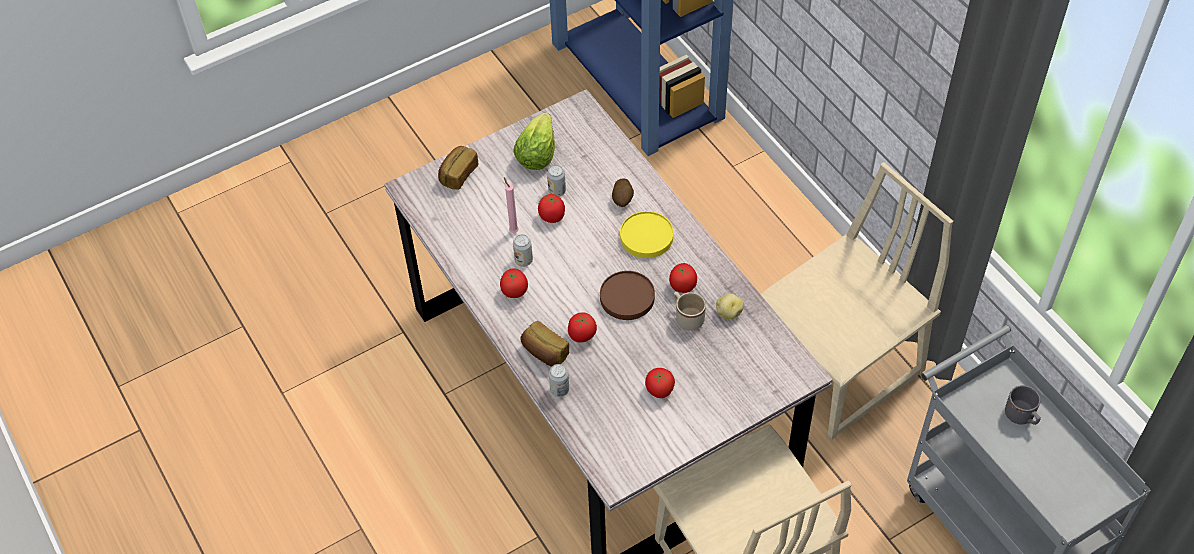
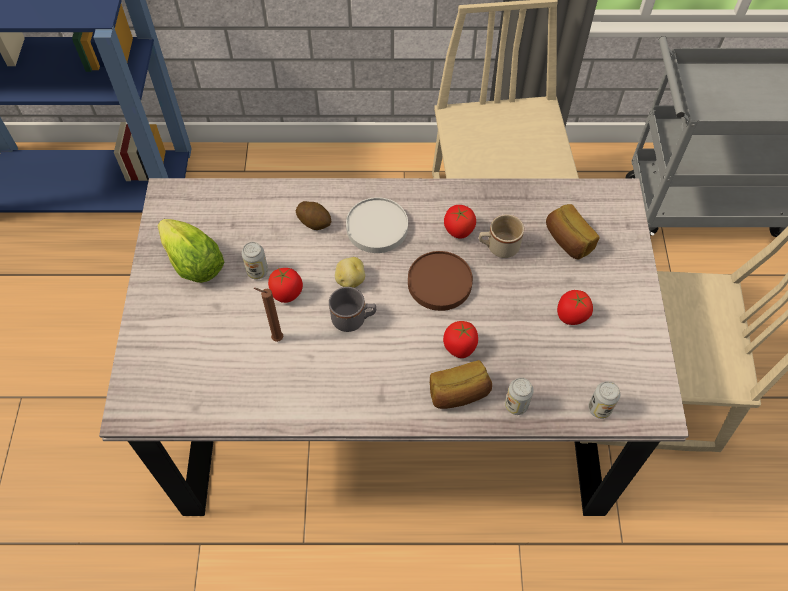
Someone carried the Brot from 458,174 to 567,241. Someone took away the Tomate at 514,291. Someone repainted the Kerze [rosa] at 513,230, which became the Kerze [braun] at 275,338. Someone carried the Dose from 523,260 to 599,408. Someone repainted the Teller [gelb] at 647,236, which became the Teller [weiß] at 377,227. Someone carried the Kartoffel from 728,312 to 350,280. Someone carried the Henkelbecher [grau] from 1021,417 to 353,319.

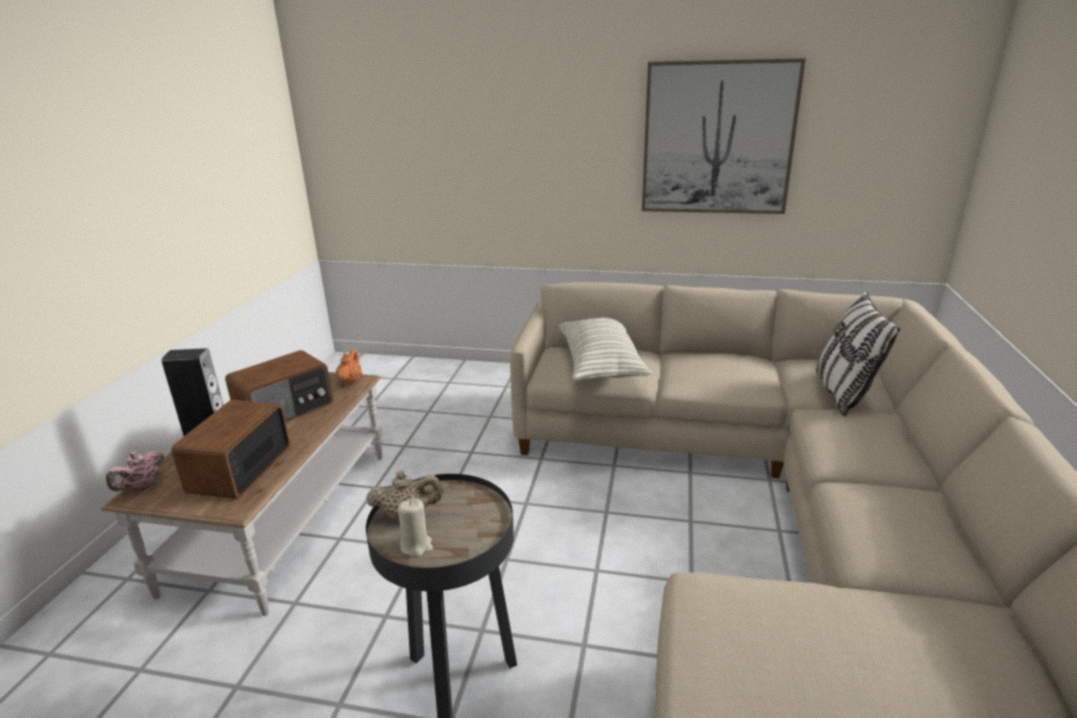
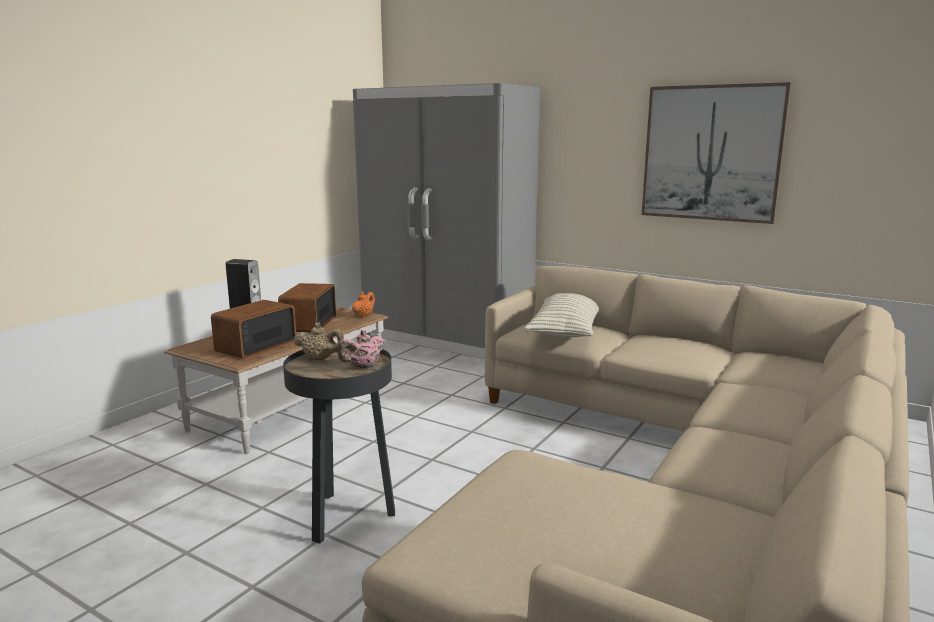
Someone carried the Teekanne [rosa] from 142,487 to 363,367. Someone rotated the Radio at 286,410 by 120 degrees clockwise. Someone took away the Kerze [beige] at 416,545. Someone took away the Kissen at 842,394. Someone put down the Schrank [grau] at 446,345.

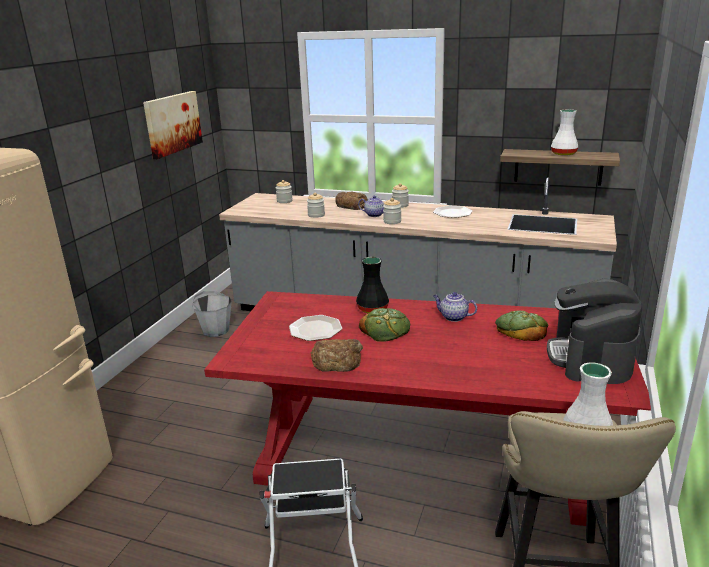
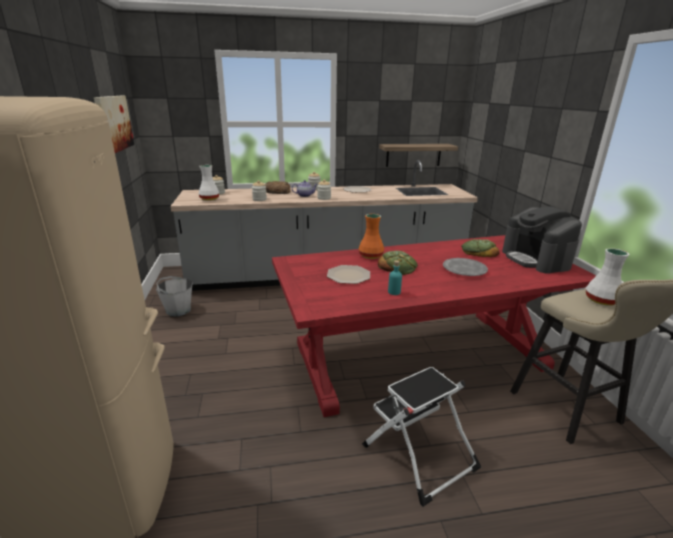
Someone swapped the Brot at 337,360 for the Flasche [türkis] at 394,292. Someone repainted the Vase [schwarz] at 373,309, which became the Vase [orange] at 371,256. Someone took away the Teekanne at 453,317. Someone carried the Vase [weiß] from 564,154 to 210,199. Someone put down the Teller [grau] at 464,269.

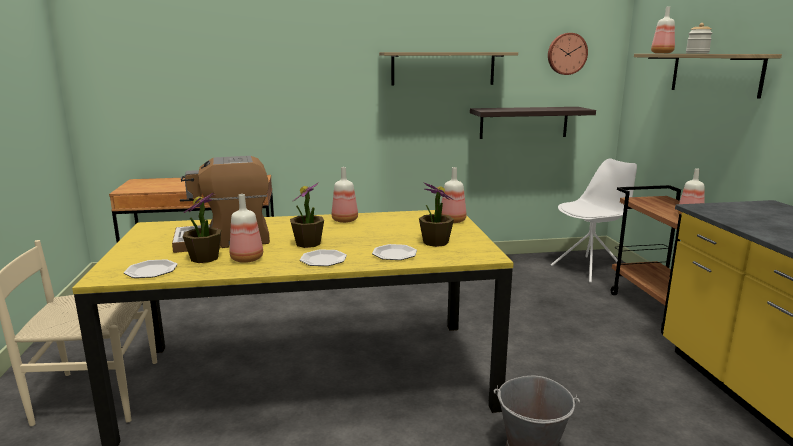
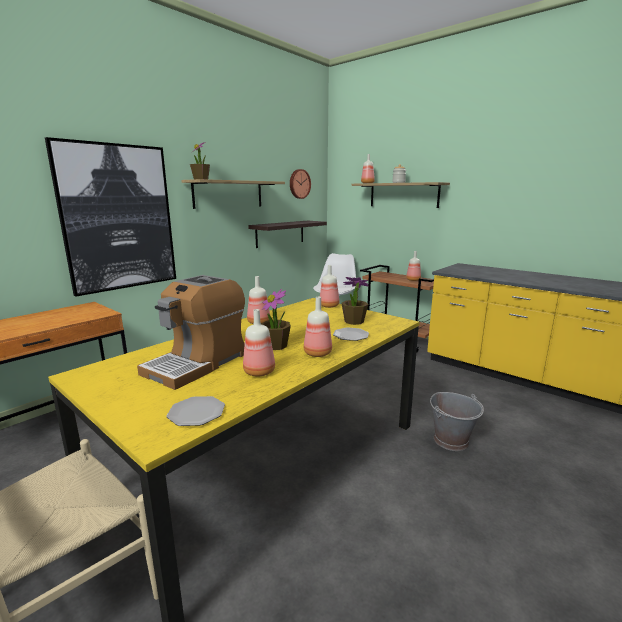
Someone carried the Topfpflanze from 205,258 to 201,179. Someone swapped the Teller at 323,260 for the Flasche at 317,354. Someone put up the Bild at 118,218.

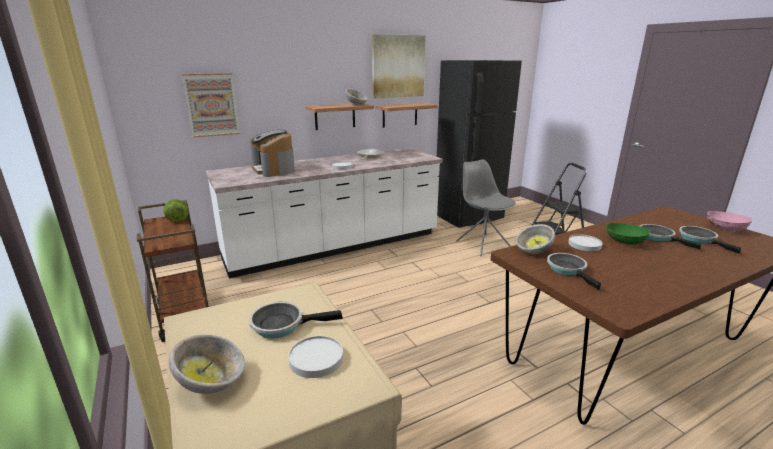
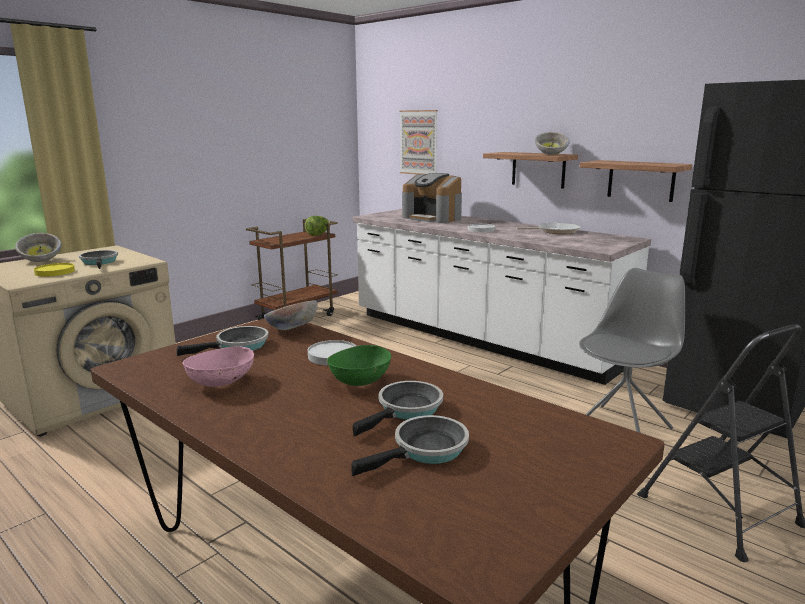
Someone rotated the Kaffeemaschine at 274,169 by 90 degrees counterclockwise. Someone repainted the Teller [weiß] at 316,359, which became the Teller [gelb] at 55,272. Someone took away the Bild at 398,66. Someone carried the Schüssel [rosa] from 724,229 to 221,382.

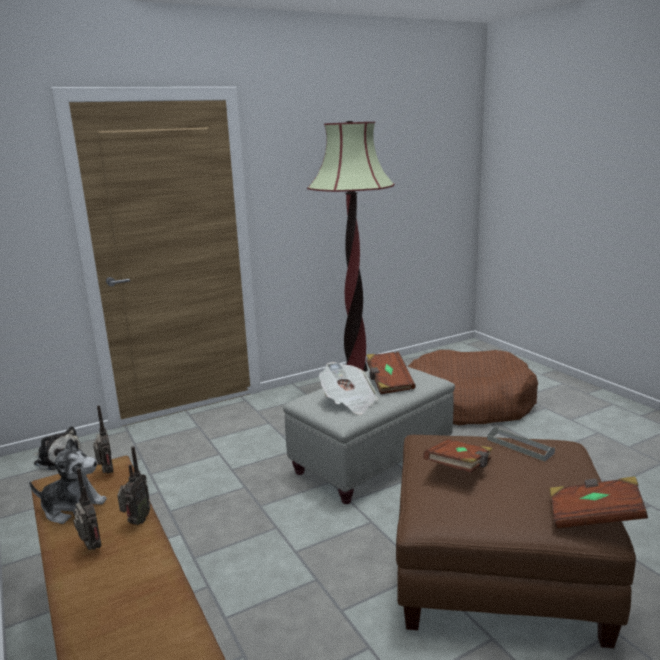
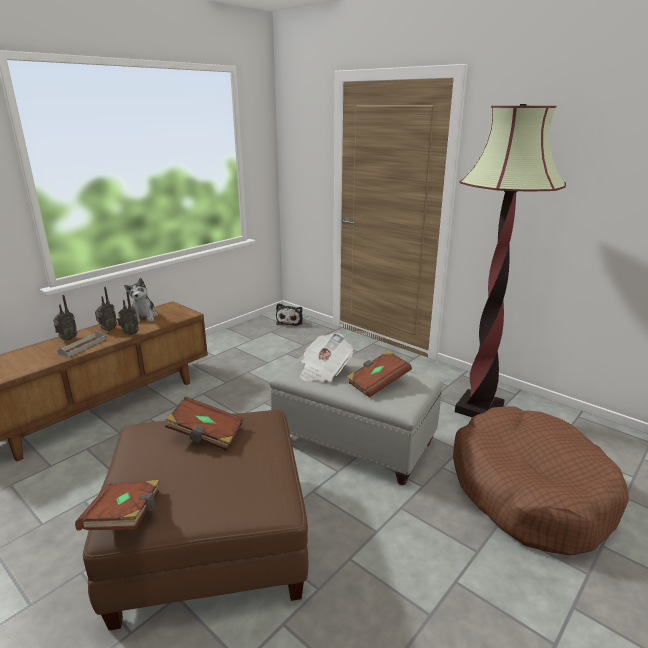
Someone carried the Radio from 106,473 to 67,339. Someone carried the Tablett [grau] from 520,446 to 82,346.

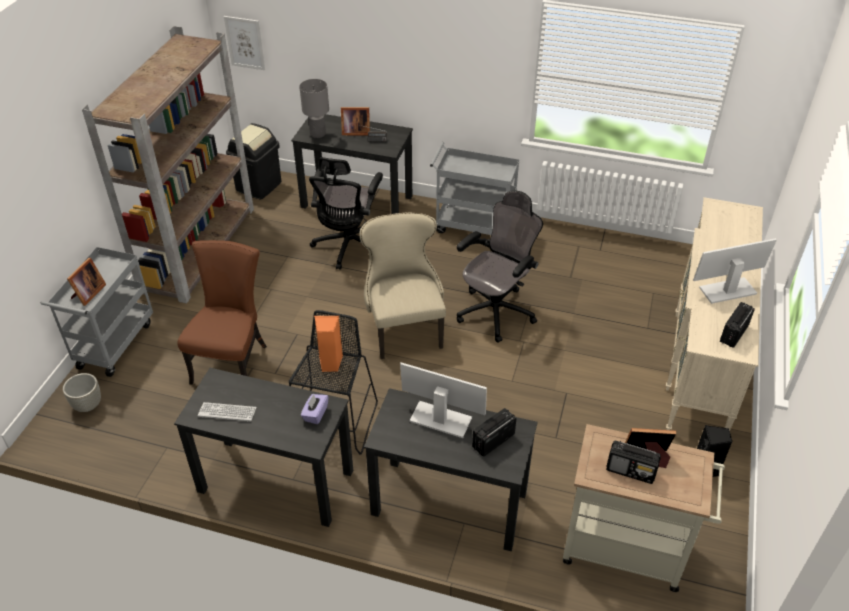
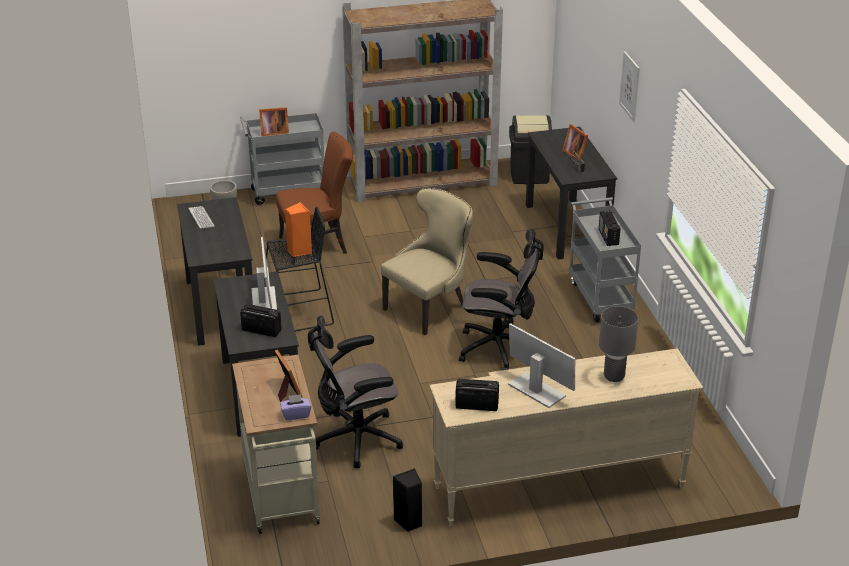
Someone carried the Bild from 245,43 to 629,86. Someone carried the Tischlampe [grau] from 318,135 to 613,377. Someone carried the Taschentuchbox [lila] from 315,414 to 296,414. Someone carried the Bürostuhl from 349,246 to 357,440. Someone carried the Radio from 631,471 to 608,237.

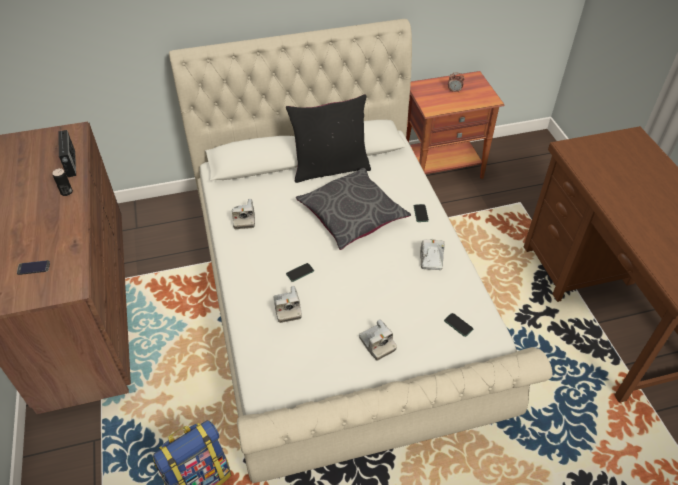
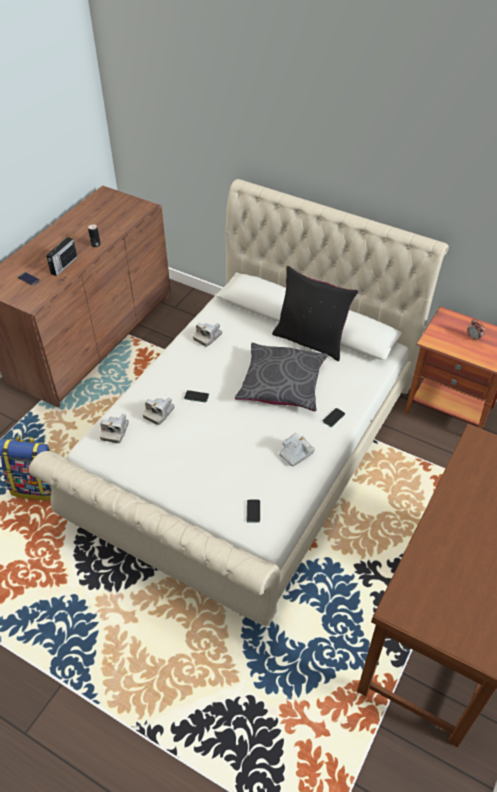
Someone carried the Radio from 71,164 to 63,266. Someone carried the Kamera from 377,344 to 115,431.

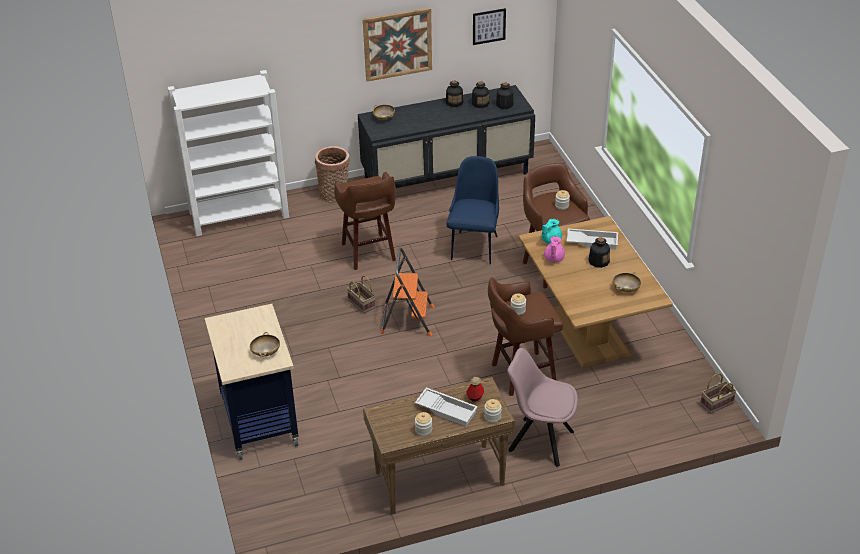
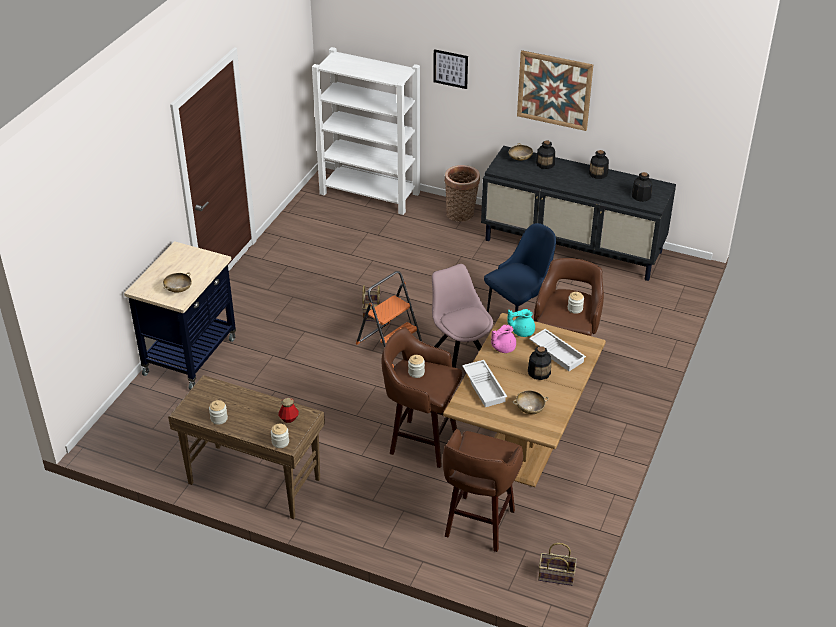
Someone carried the Hocker [braun] from 369,254 to 478,526. Someone carried the Tablett [weiß] from 447,409 to 485,386. Someone carried the Flasche from 480,103 to 545,164. Someone carried the Bild from 489,26 to 450,68. Someone carried the Stuhl [rosa] from 540,441 to 459,360.

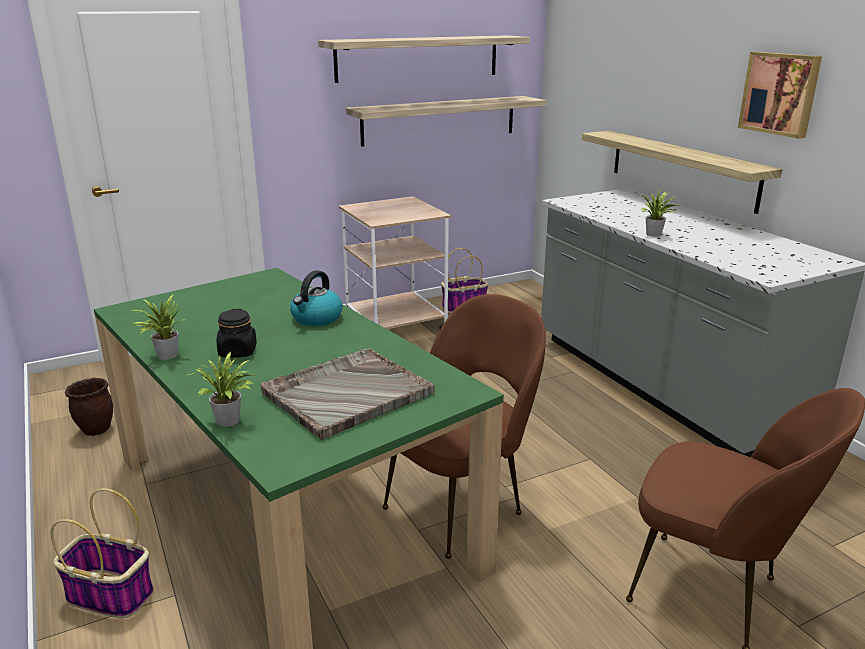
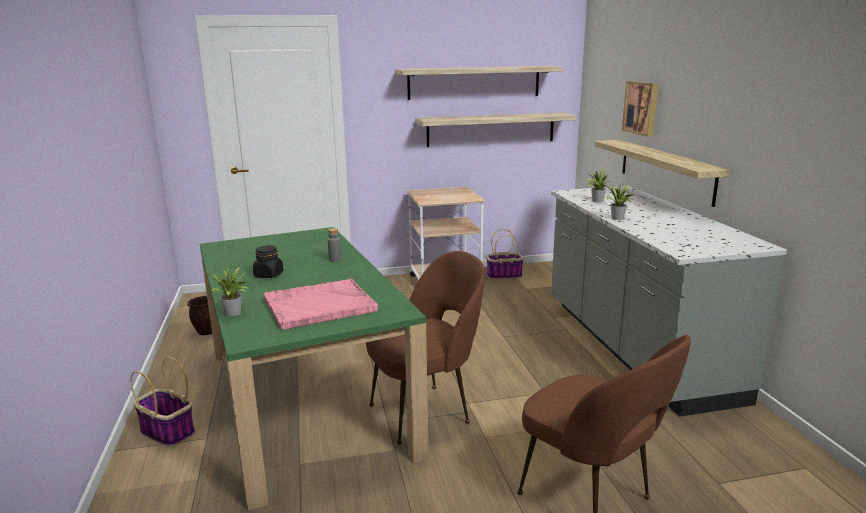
Someone carried the Topfpflanze from 165,355 to 596,201. Someone repainted the Tablett [grau] at 346,394, which became the Tablett [rosa] at 318,305. Someone swapped the Wasserkessel at 316,318 for the Flasche [grau] at 335,260. Someone carried the Bild from 780,93 to 642,108.

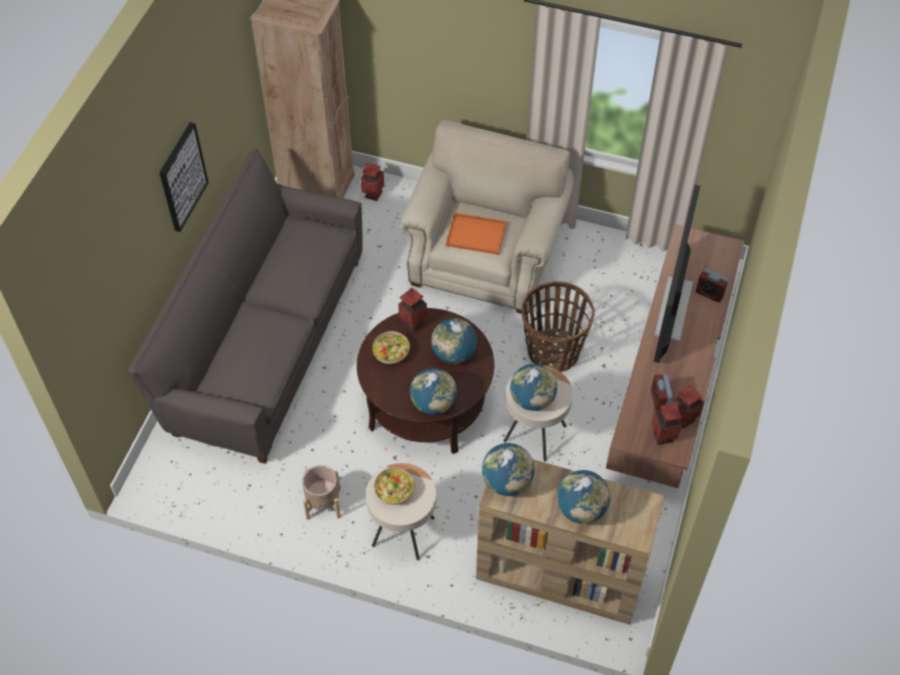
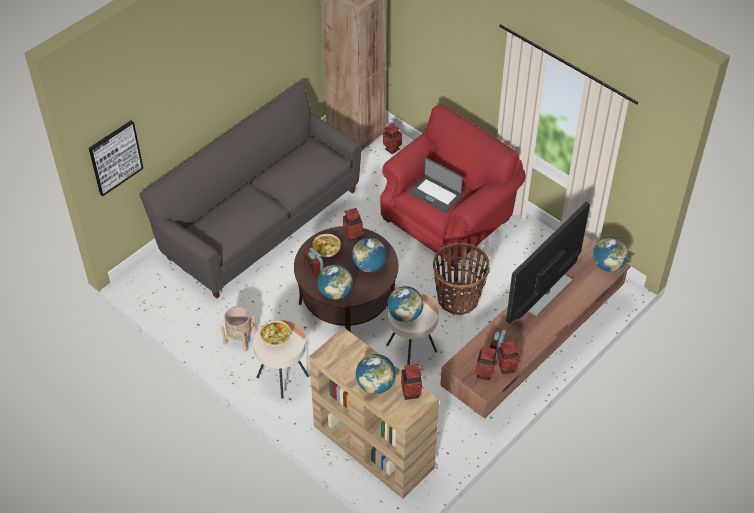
Someone carried the Bild from 182,177 to 115,157. Someone repainted the Sessel [beige] at 486,254, which became the Sessel [rot] at 449,216. Someone swapped the Tablett [orange] at 477,234 for the Laptop at 435,194. Someone carried the Globus from 507,482 to 608,265. Someone carried the Wecker from 709,293 to 313,269. Someone put down the Vase at 410,393.

